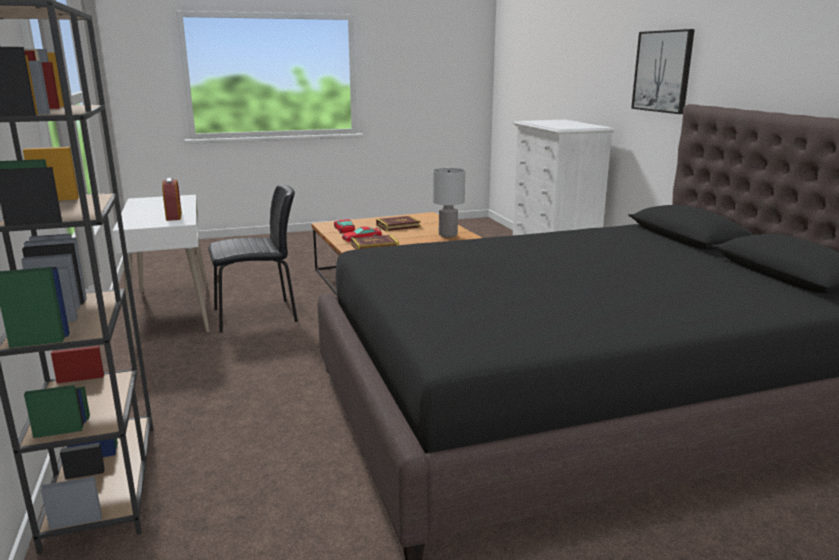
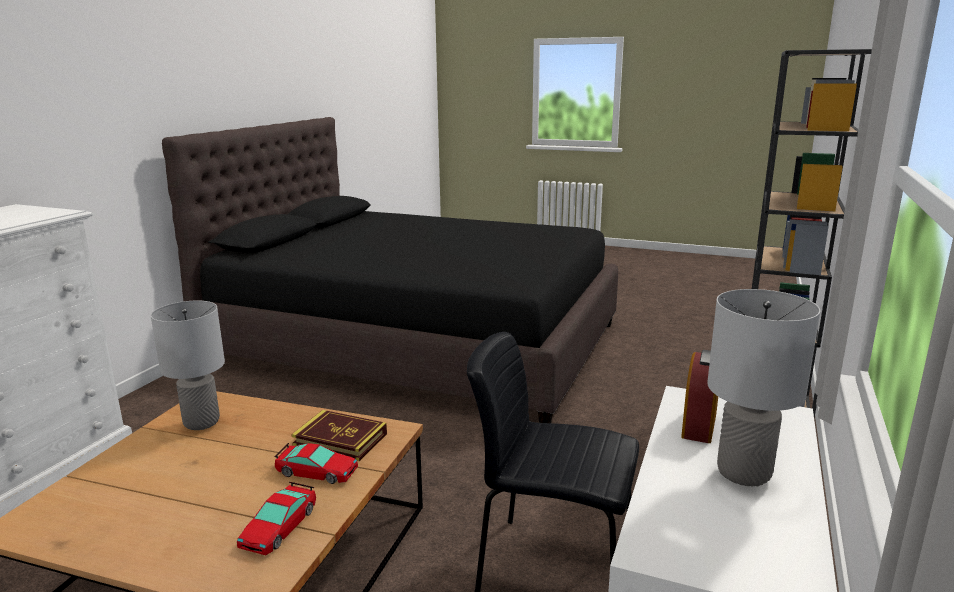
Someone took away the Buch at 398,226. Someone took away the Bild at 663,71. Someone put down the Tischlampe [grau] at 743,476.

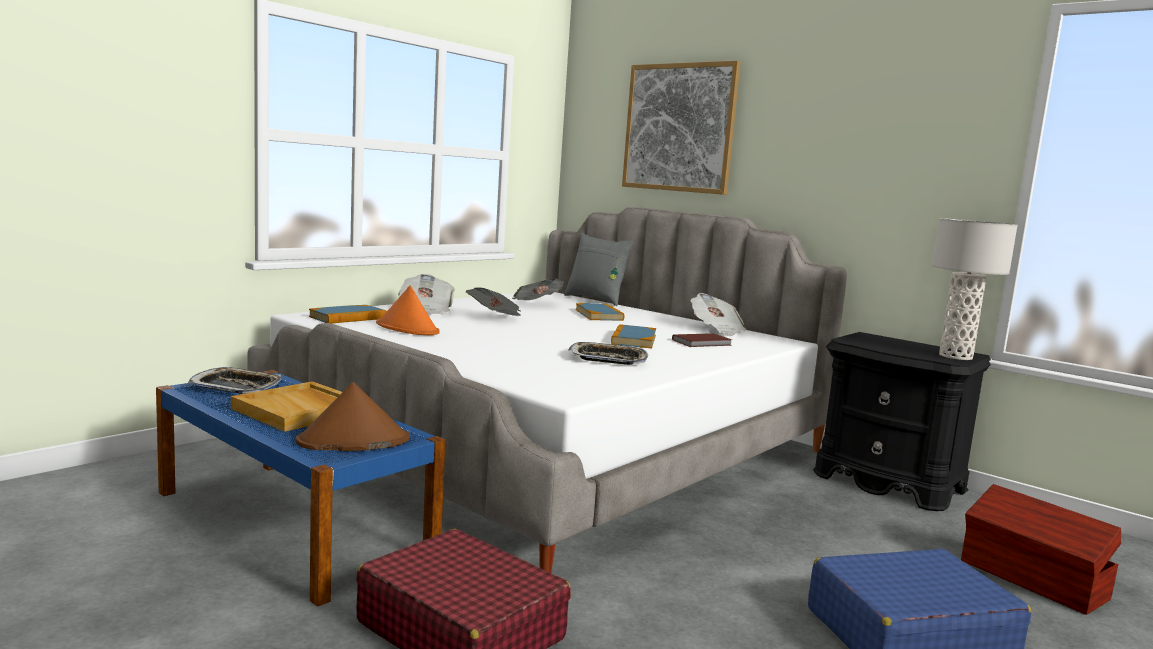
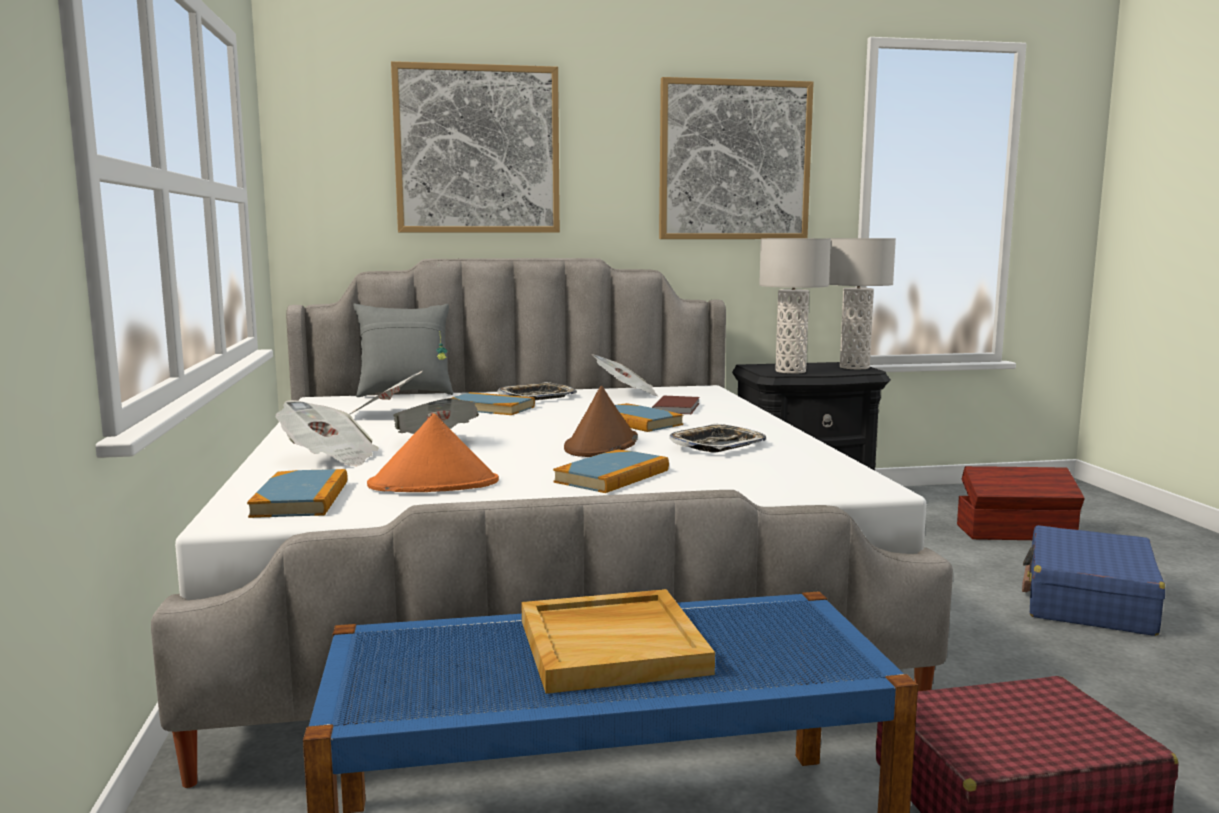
Someone carried the Tablett from 236,387 to 537,397. Someone carried the Hut [braun] from 353,441 to 601,445. Someone put down the Buch at 612,476. Someone put up the Bild at 734,160. Someone put down the Tischlampe [weiß] at 790,371.

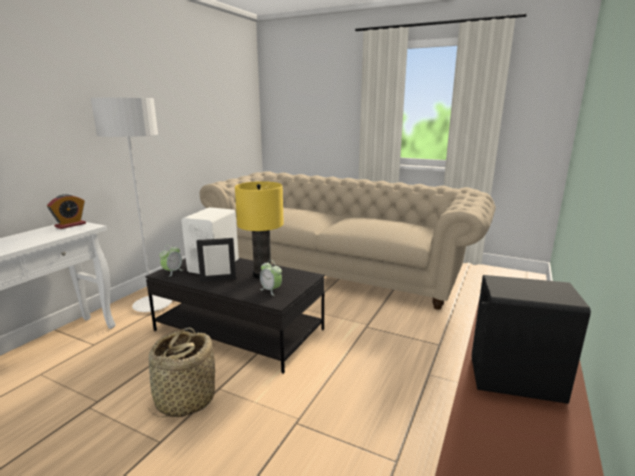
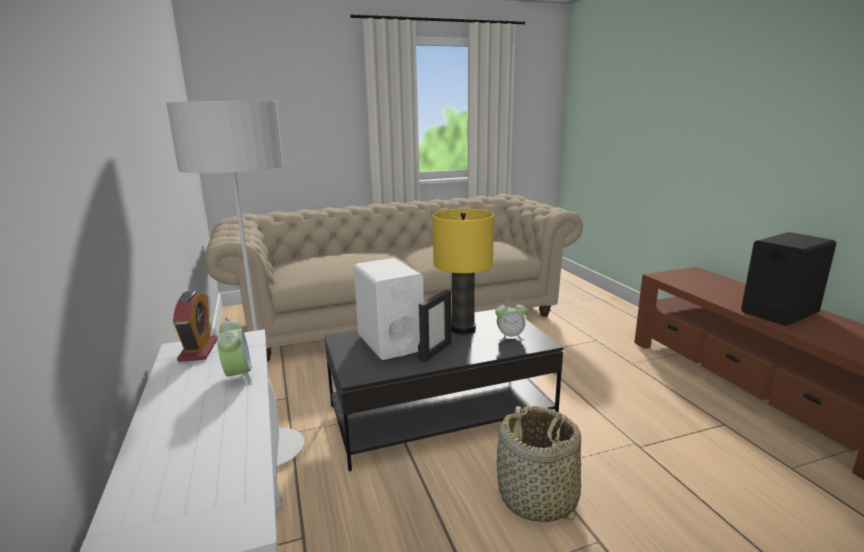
Someone carried the Wecker from 172,272 to 238,376.

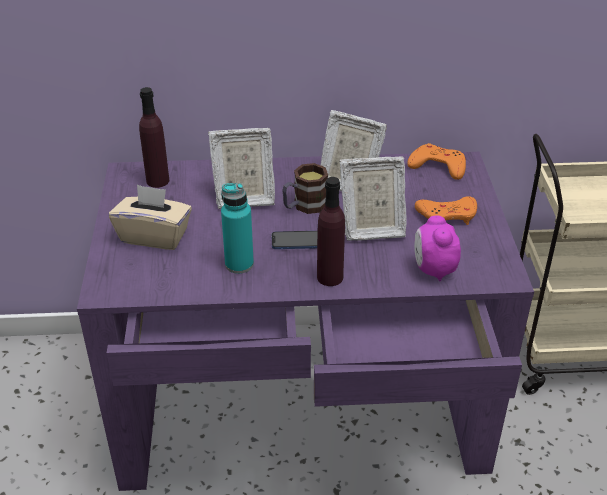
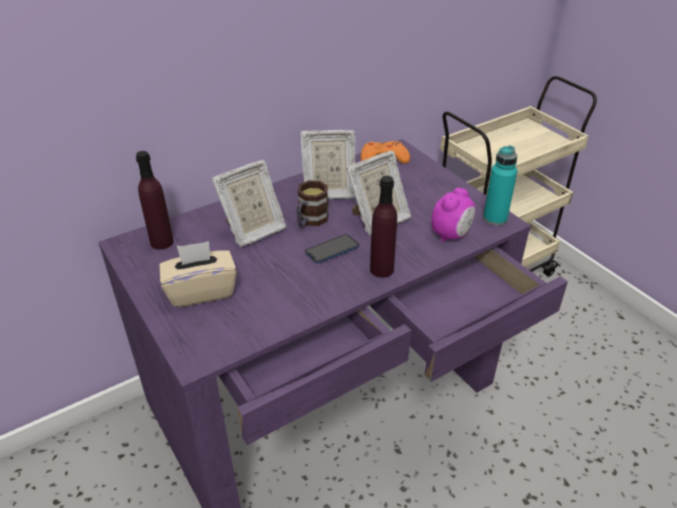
Someone carried the Flasche [türkis] from 239,264 to 495,218. Someone rotated the Wecker at 433,269 by 105 degrees counterclockwise. Someone took away the Gamepad [orange] at 447,215.

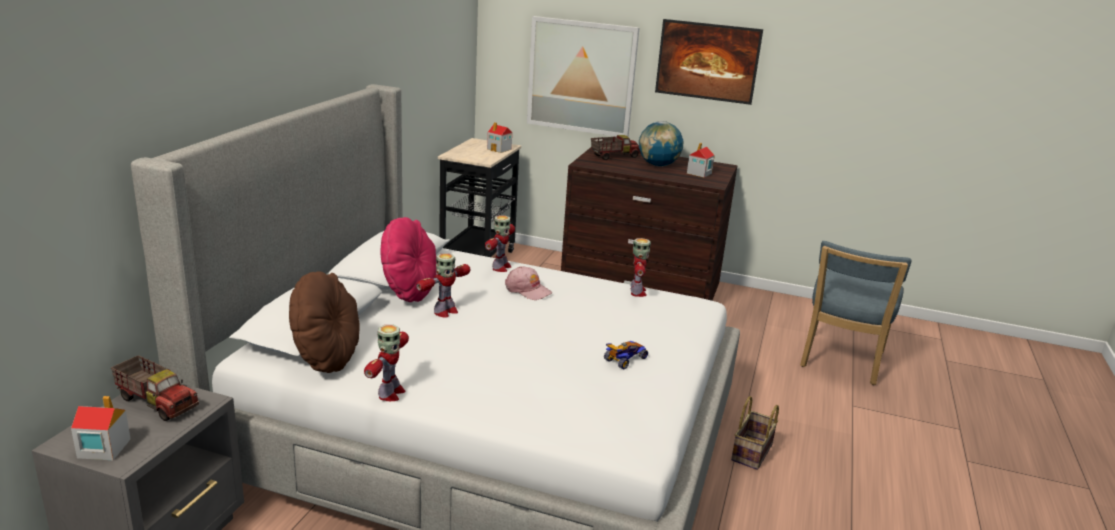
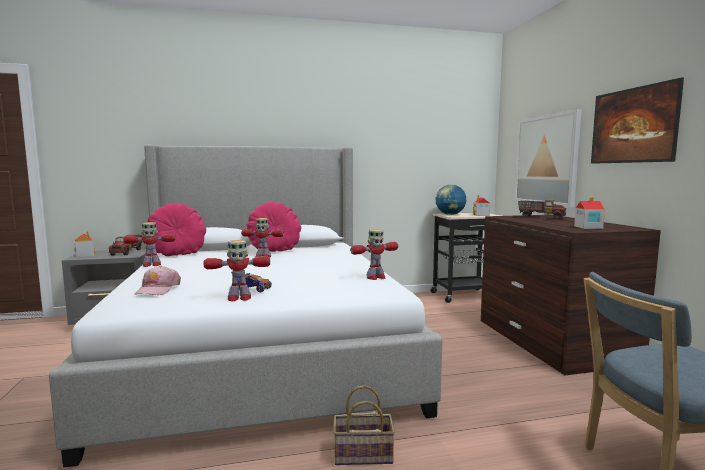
Someone repainted the Kissen [braun] at 327,361, which became the Kissen [rosa] at 178,254. Someone carried the Spielzeugroboter from 500,267 to 238,298. Someone carried the Kappe [rosa] from 527,290 to 157,289. Someone carried the Globus from 658,165 to 450,214.

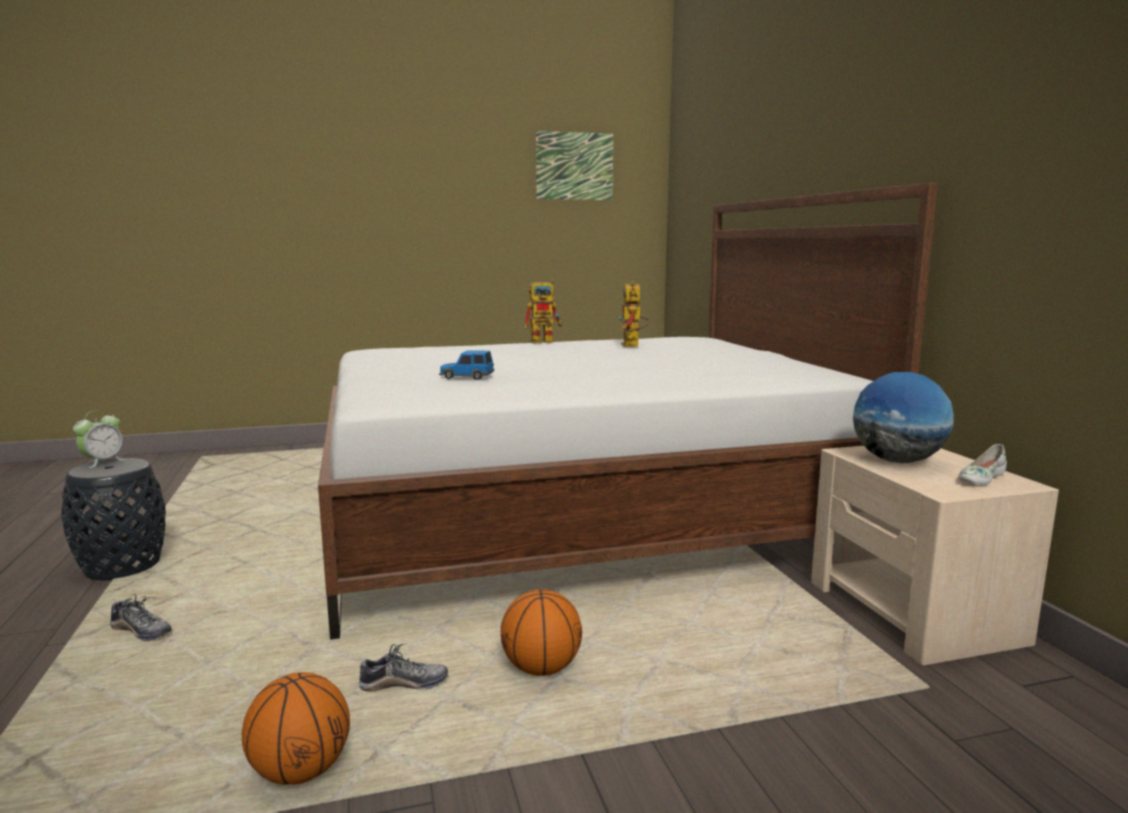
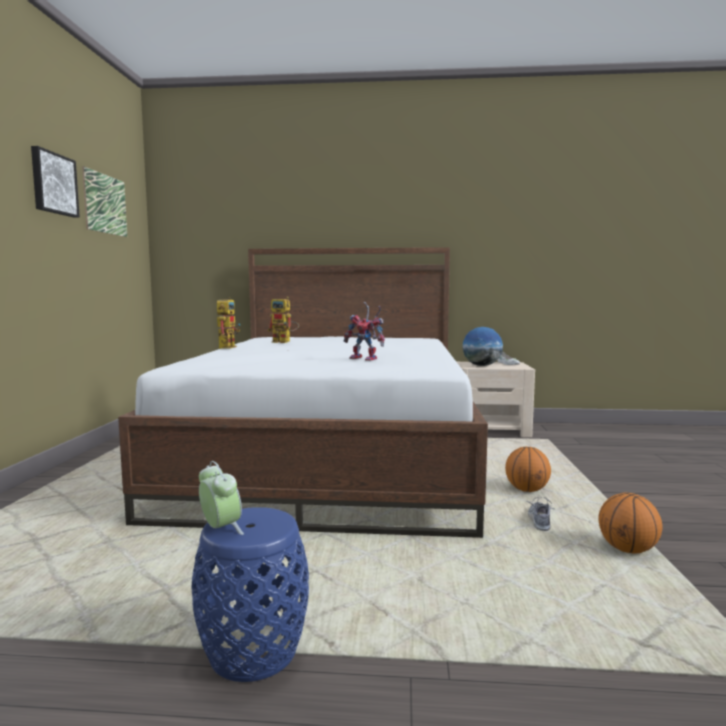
Someone repainted the Hocker [schwarz] at 122,566, which became the Hocker [blau] at 253,652. Someone took away the Schuh at 141,631. Someone swapped the Spielzeugauto at 466,377 for the Spielzeugroboter at 366,359. Someone put up the Bild at 53,183.

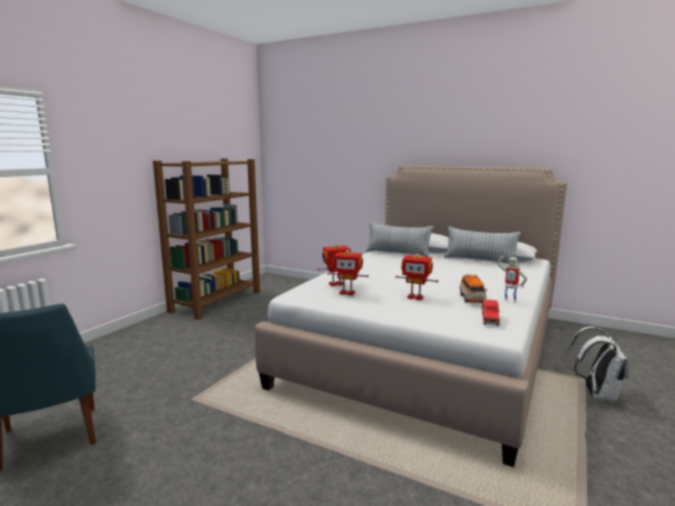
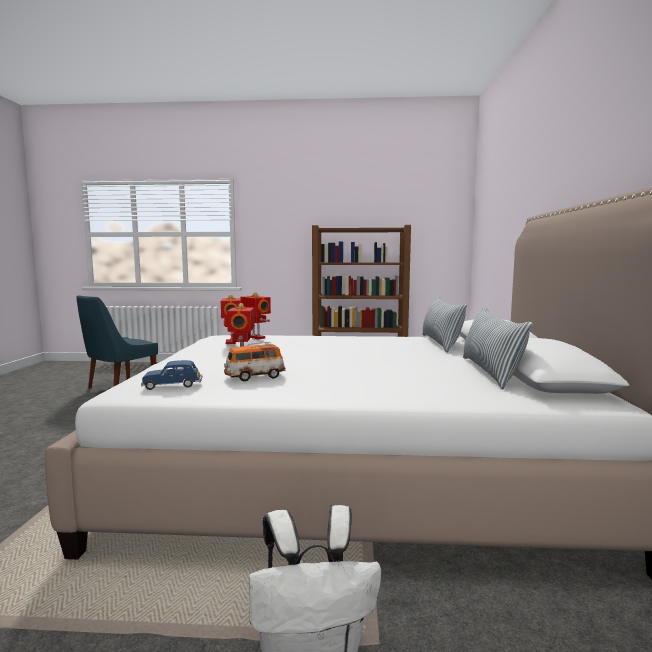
Someone repainted the Spielzeugauto [rot] at 489,319, which became the Spielzeugauto [blau] at 173,386. Someone took away the Spielzeugroboter at 509,301.

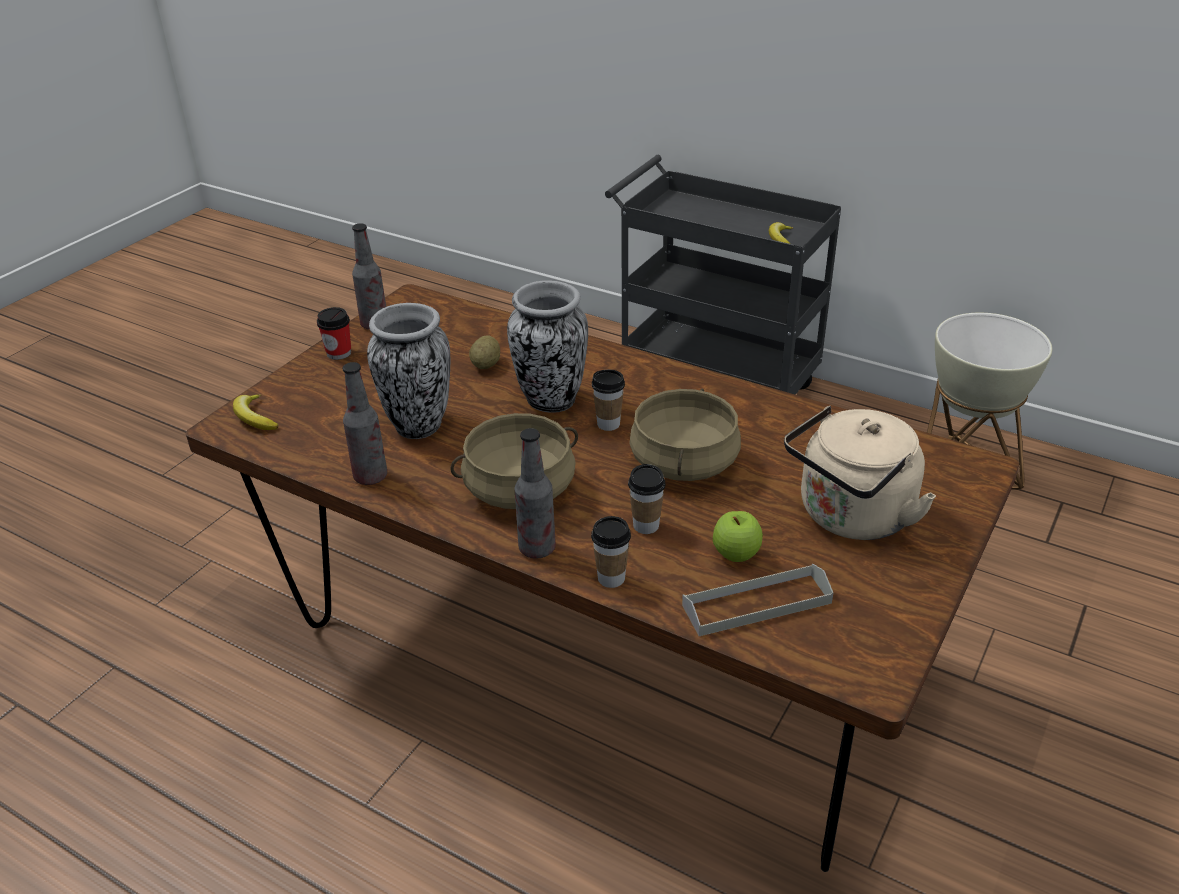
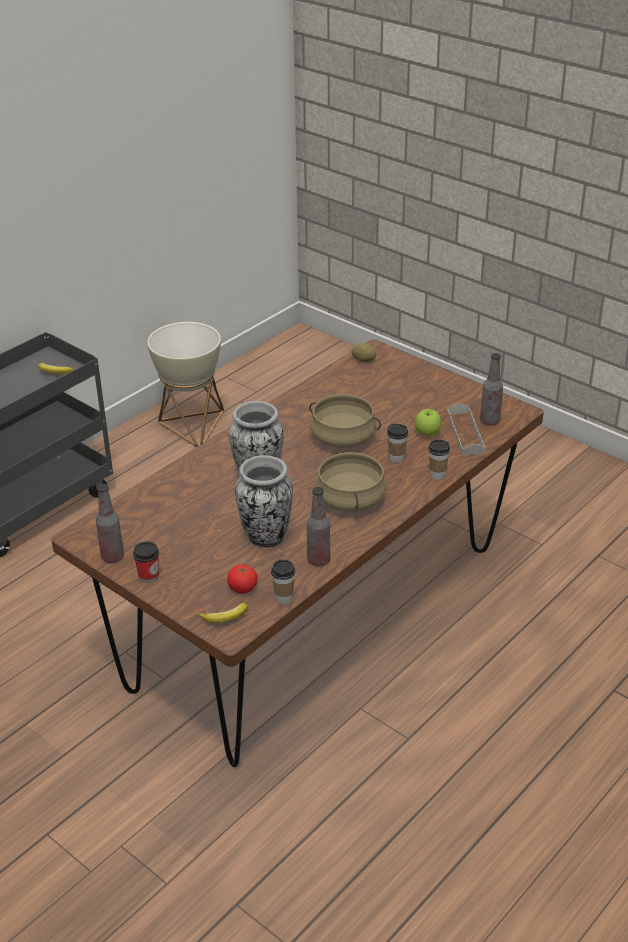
Someone carried the Kartoffel from 486,365 to 363,360. Someone carried the Flasche from 537,548 to 489,421. Someone carried the Tasse from 608,424 to 284,598. Someone took away the Wasserkessel [beige] at 851,517. Someone put down the Tomate at 242,588.

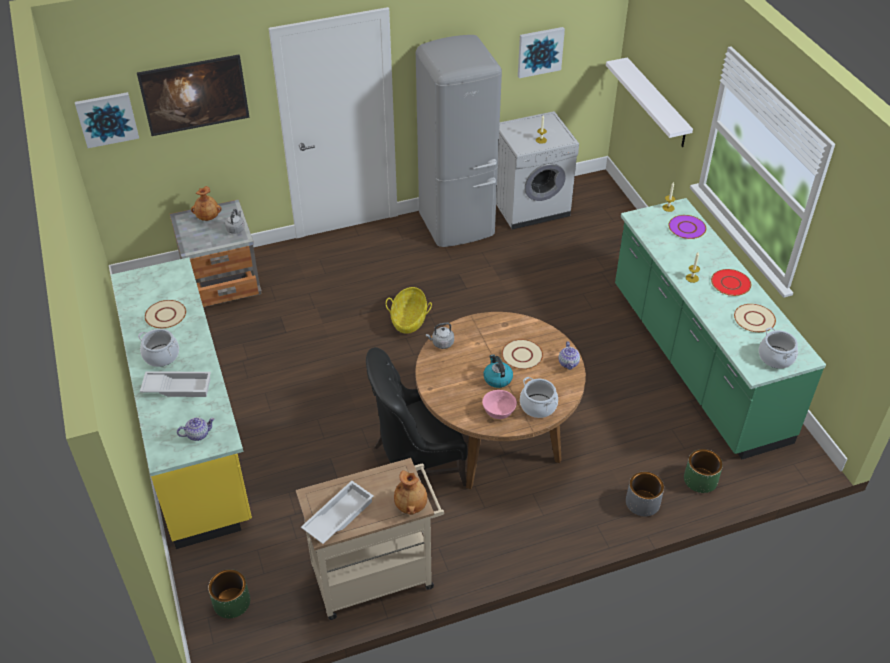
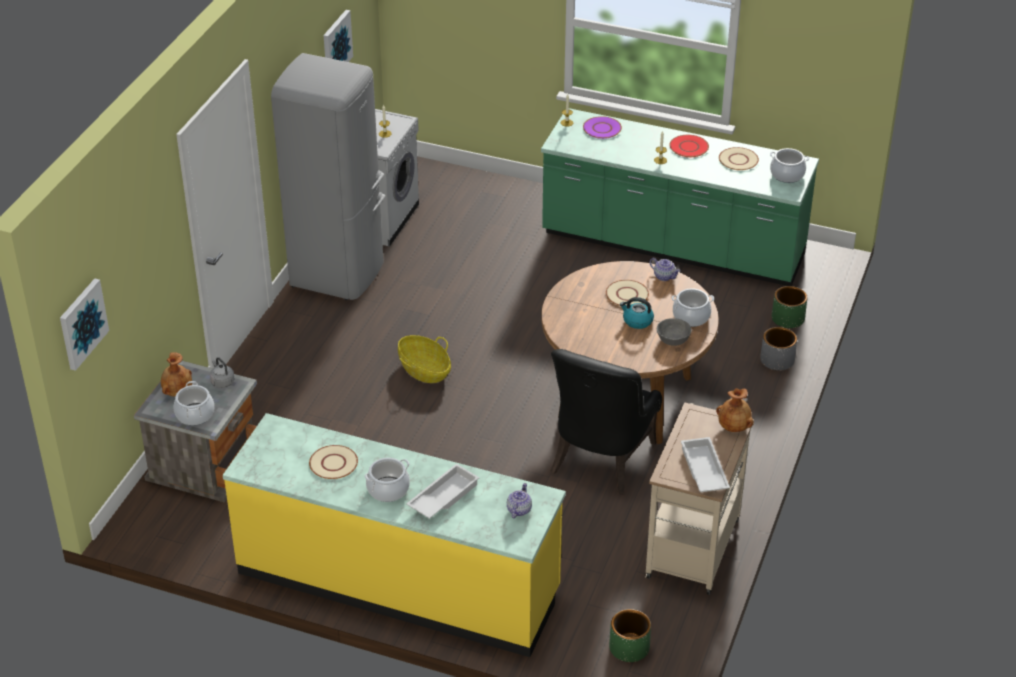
Someone took away the Bild at 197,110. Someone took away the Wasserkessel [grau] at 441,343. Someone repainted the Schüssel [rosa] at 498,411, which became the Schüssel [grau] at 672,339. Someone took away the Wandregal [weiß] at 656,103. Someone put down the Kochtopf at 195,414.

